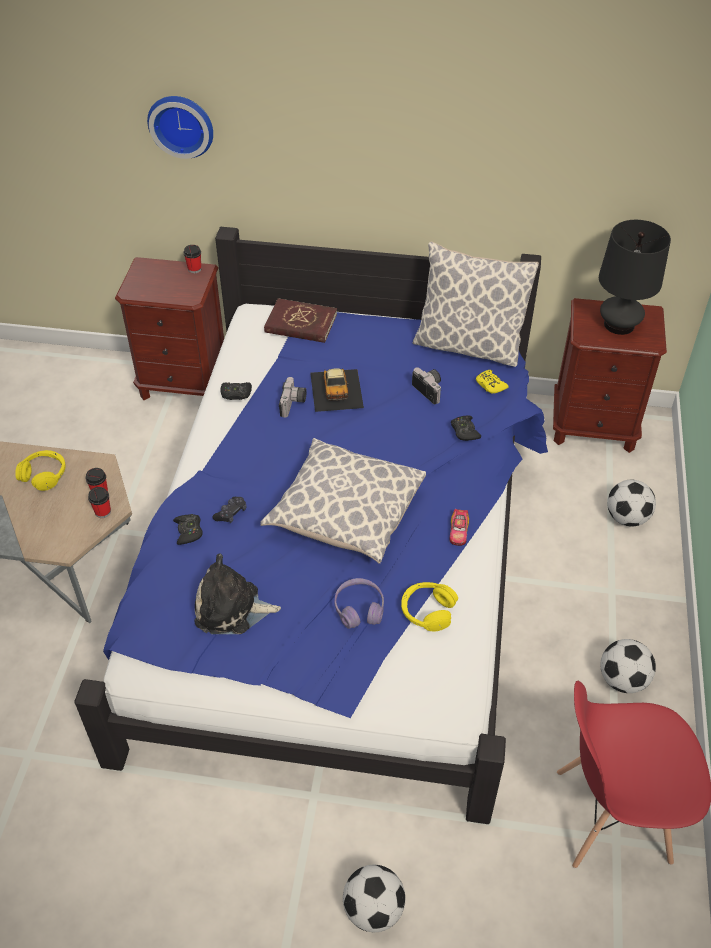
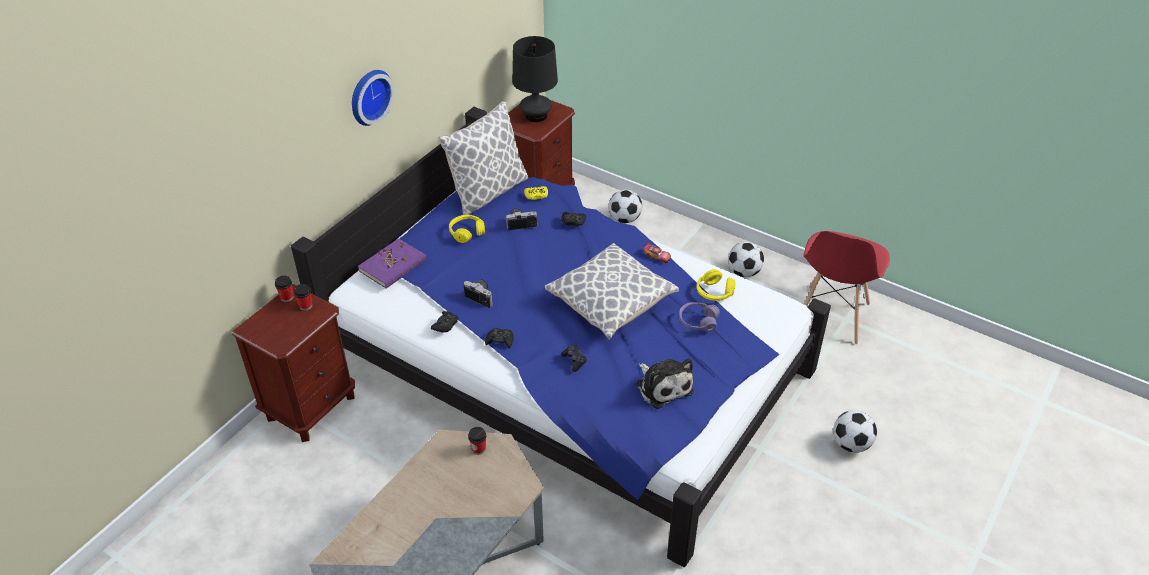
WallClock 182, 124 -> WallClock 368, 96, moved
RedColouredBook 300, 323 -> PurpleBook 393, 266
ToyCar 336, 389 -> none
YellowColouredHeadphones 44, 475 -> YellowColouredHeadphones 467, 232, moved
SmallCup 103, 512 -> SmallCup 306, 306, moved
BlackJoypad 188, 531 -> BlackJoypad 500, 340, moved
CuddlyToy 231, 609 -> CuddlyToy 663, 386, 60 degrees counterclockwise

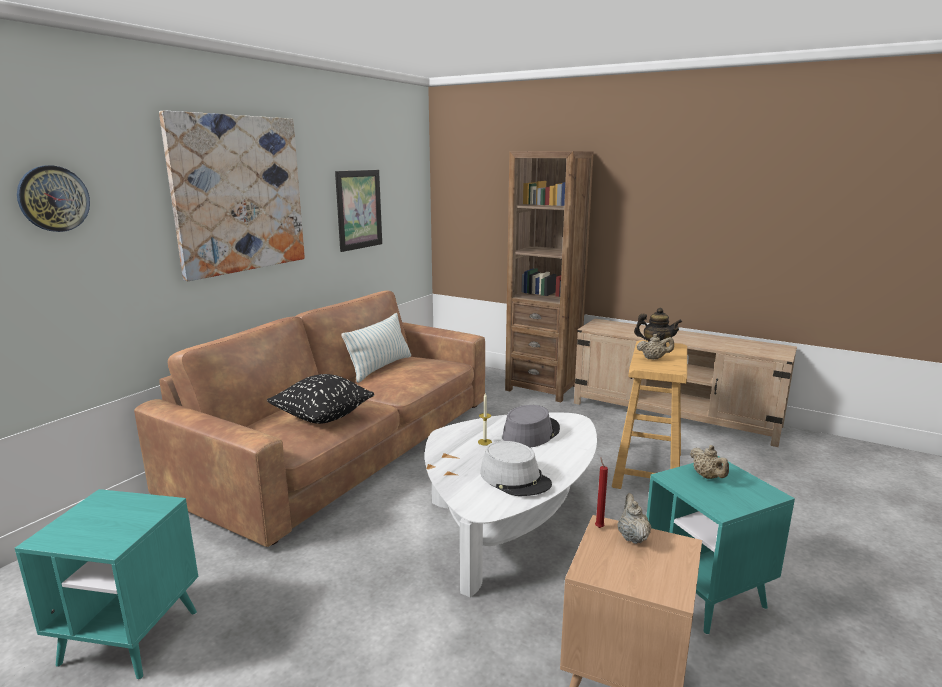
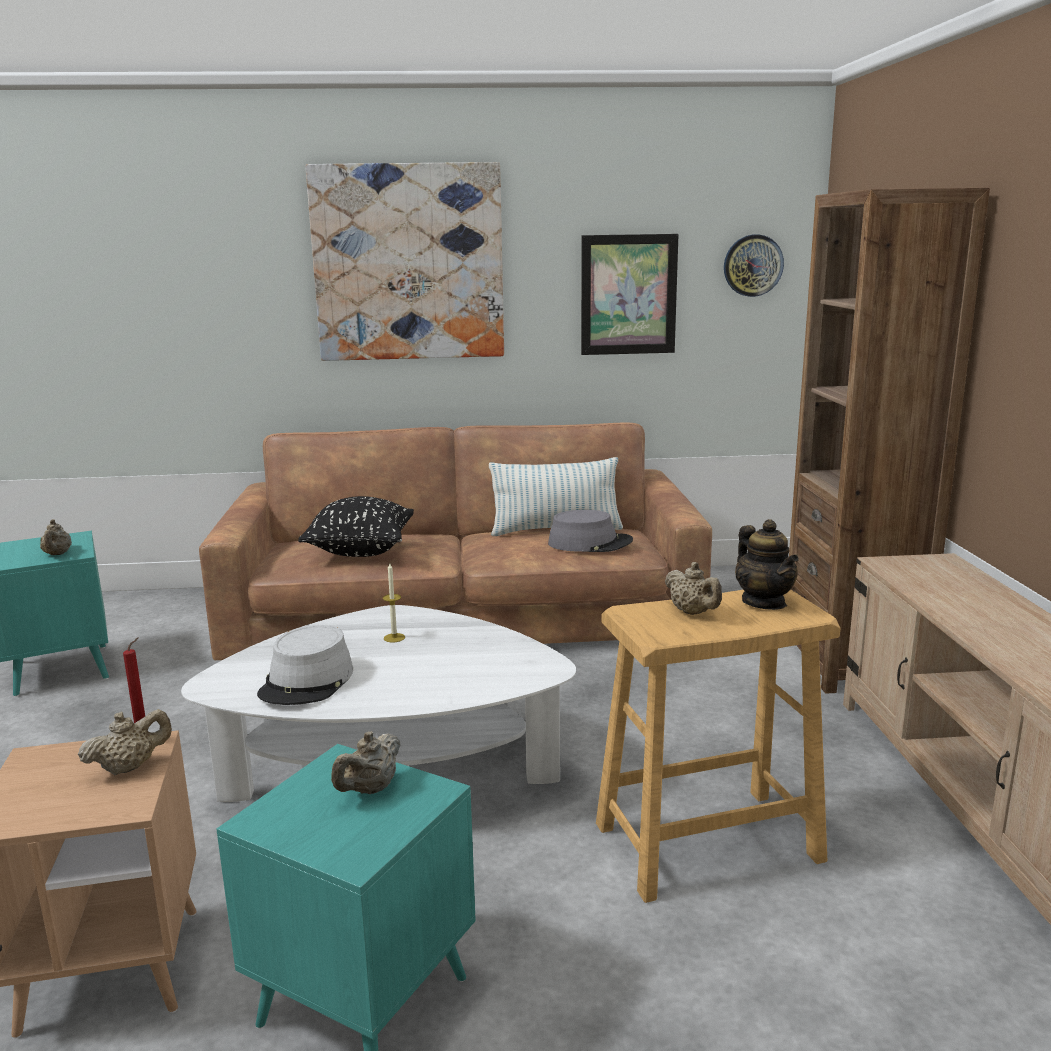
WallClock 53, 198 -> WallClock 753, 265, moved
GrayClothingHat 530, 433 -> GrayClothingHat 590, 543, moved
none -> BeigeColouredTeapot 57, 554

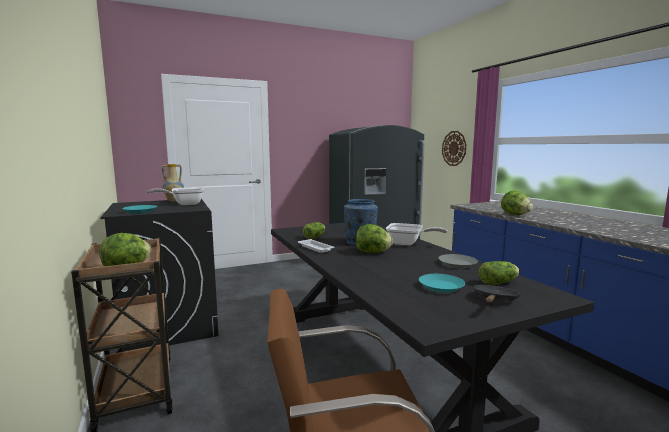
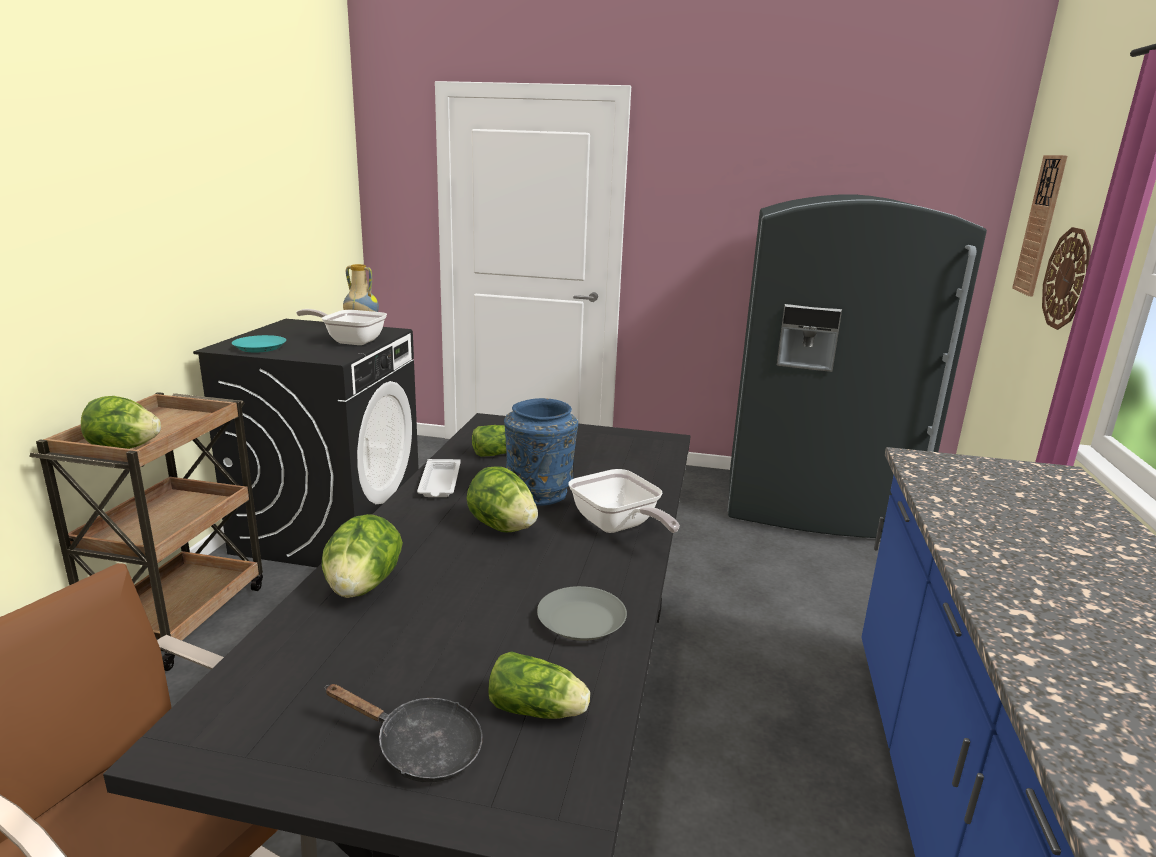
Lettuce 515, 214 -> Lettuce 363, 587, moved
TurquoiseColouredFlatDish 441, 287 -> none
BlackPan 495, 300 -> BlackPan 420, 748, 45 degrees clockwise
none -> WallClock 1040, 226

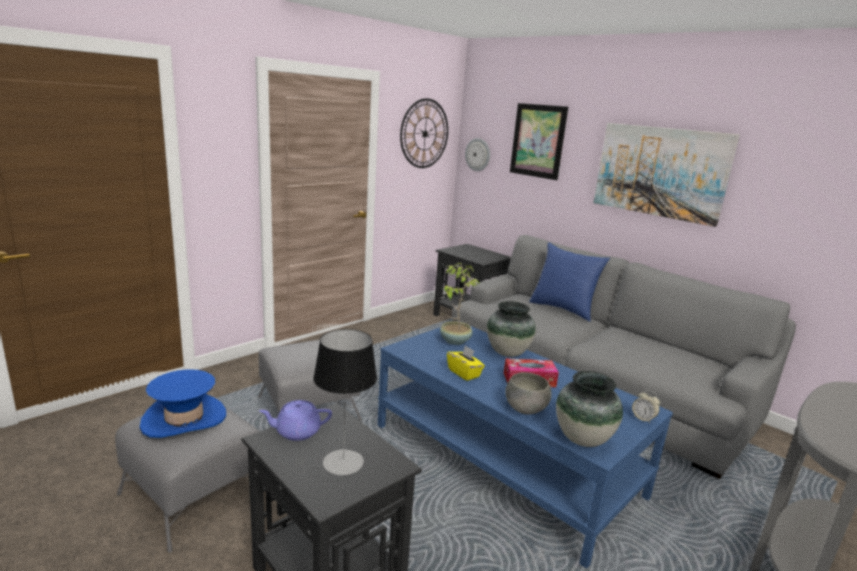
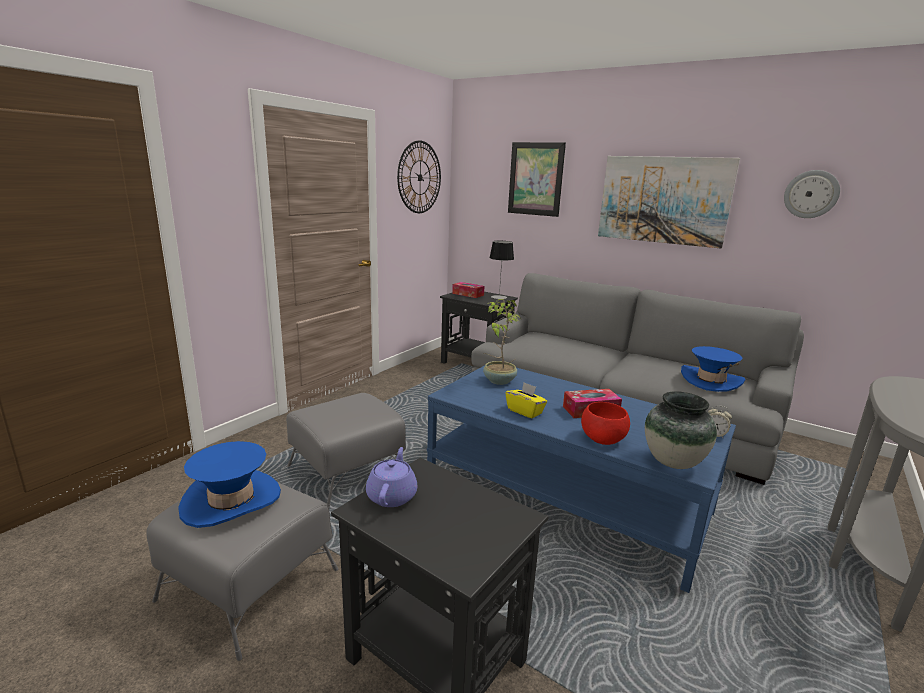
WallClock 478, 154 -> WallClock 811, 194, moved
BluishCushion 563, 309 -> none
DecorativeVase 508, 353 -> none
TableLamp 343, 462 -> TableLamp 499, 297, moved
GrayDeepDish 525, 407 -> RedColouredDeepDish 602, 438
PurpleTeapot 297, 432 -> PurpleTeapot 392, 495, 120 degrees clockwise
none -> BoxOfTissues 468, 294
none -> BluishClothingHat 710, 380

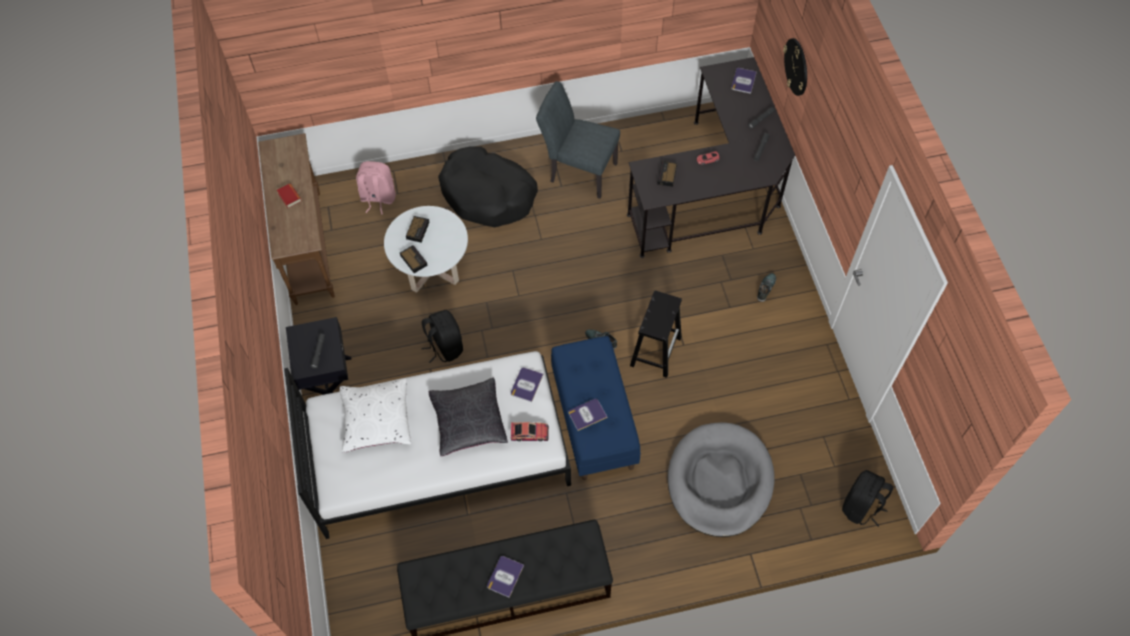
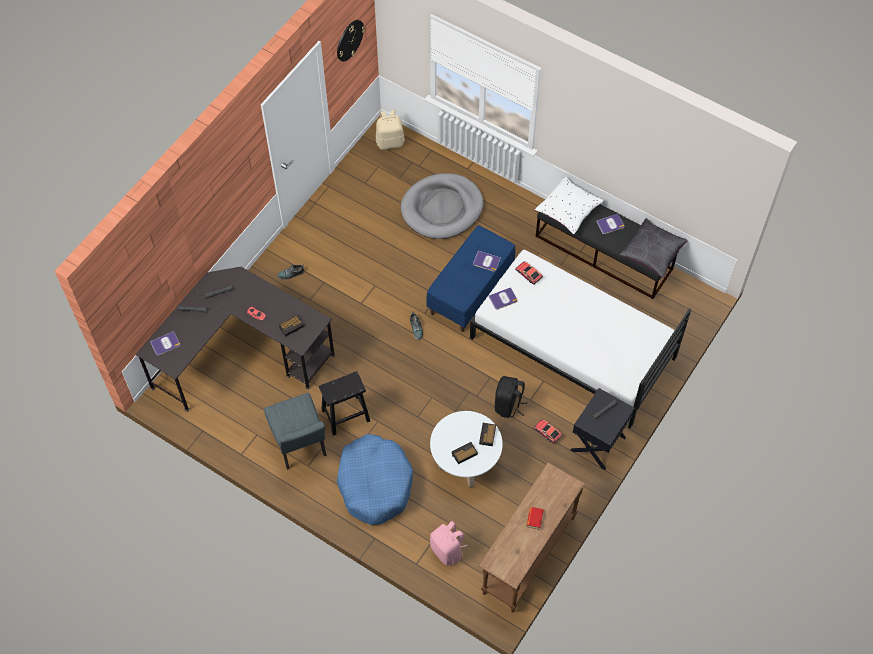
WallClock 796, 66 -> WallClock 349, 40, moved
BlackDogCushion 488, 195 -> BluishDogCushion 375, 483
BlackStool 655, 350 -> BlackStool 345, 415, moved
WhiteColouredCushion 377, 420 -> WhiteColouredCushion 568, 210, moved
BlackCushion 469, 421 -> BlackCushion 652, 252, moved
BlackKnapsack 861, 507 -> BeigeColouredKnapsack 390, 142
none -> ToyCar 547, 432

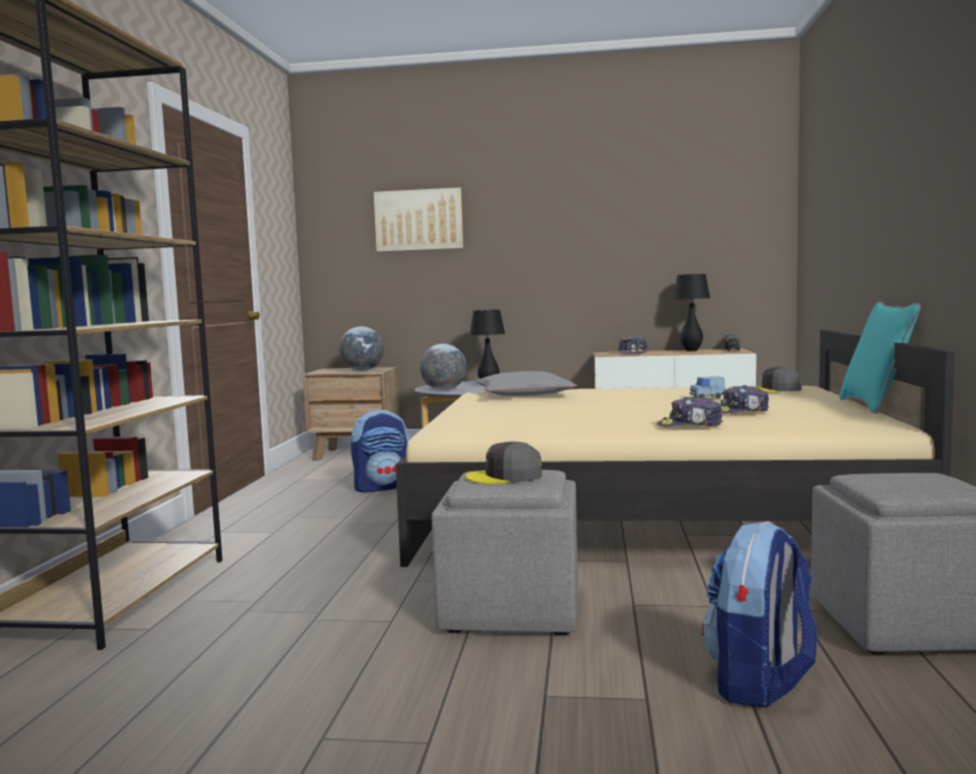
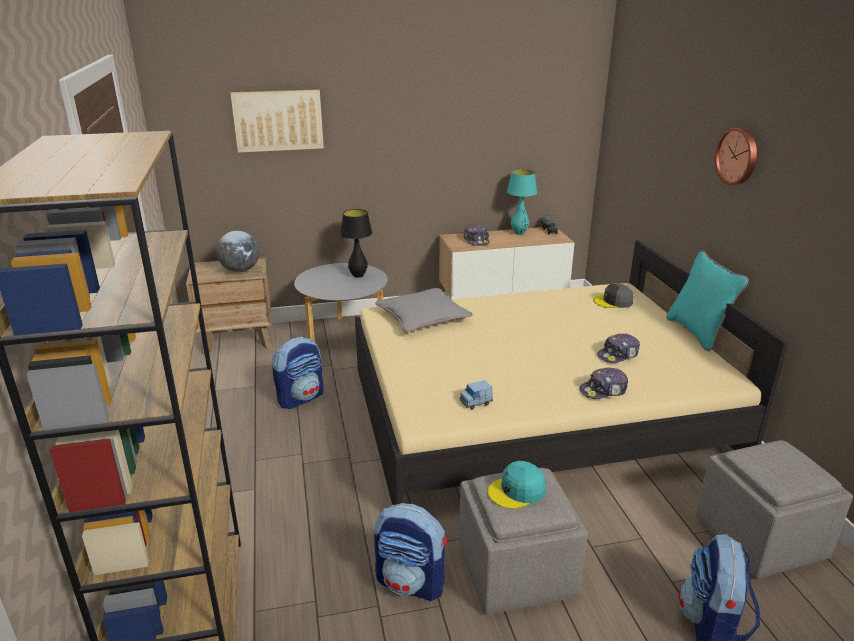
BlackTableLamp 691, 350 -> TurquoiseColouredTableLamp 519, 233
Globe 444, 390 -> none
BluishToyCar 707, 397 -> BluishToyCar 476, 402, moved
GrayBaseballCap 505, 476 -> TurquoiseColouredBaseballCap 517, 491
none -> WallClock 738, 156
none -> Knapsack 411, 582

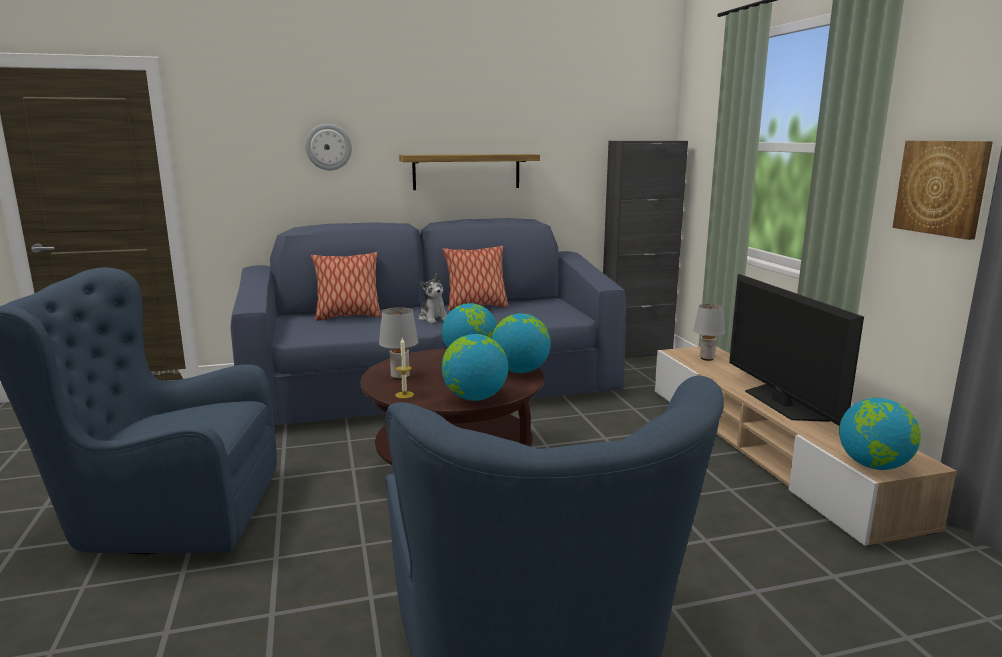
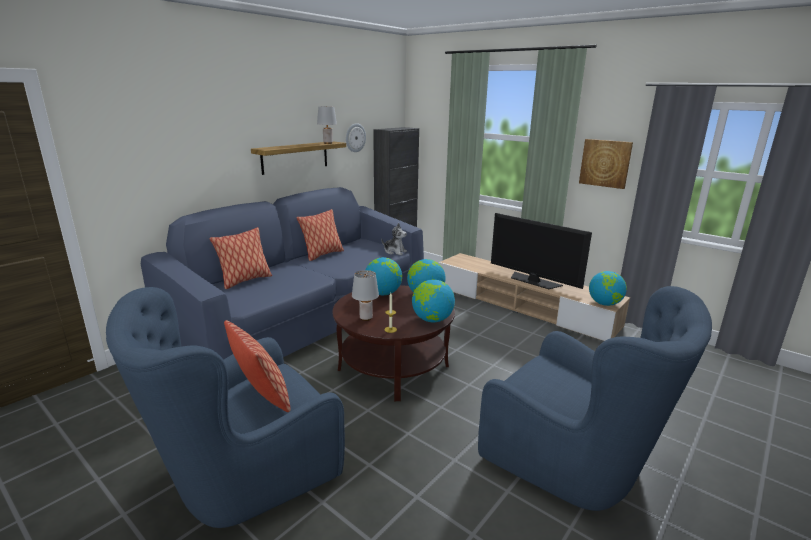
WallClock 328, 147 -> WallClock 355, 137, moved
CuddlyToy 433, 319 -> CuddlyToy 394, 252, moved
GrayTableLamp 707, 358 -> GrayTableLamp 328, 143, moved
none -> Cushion 262, 397

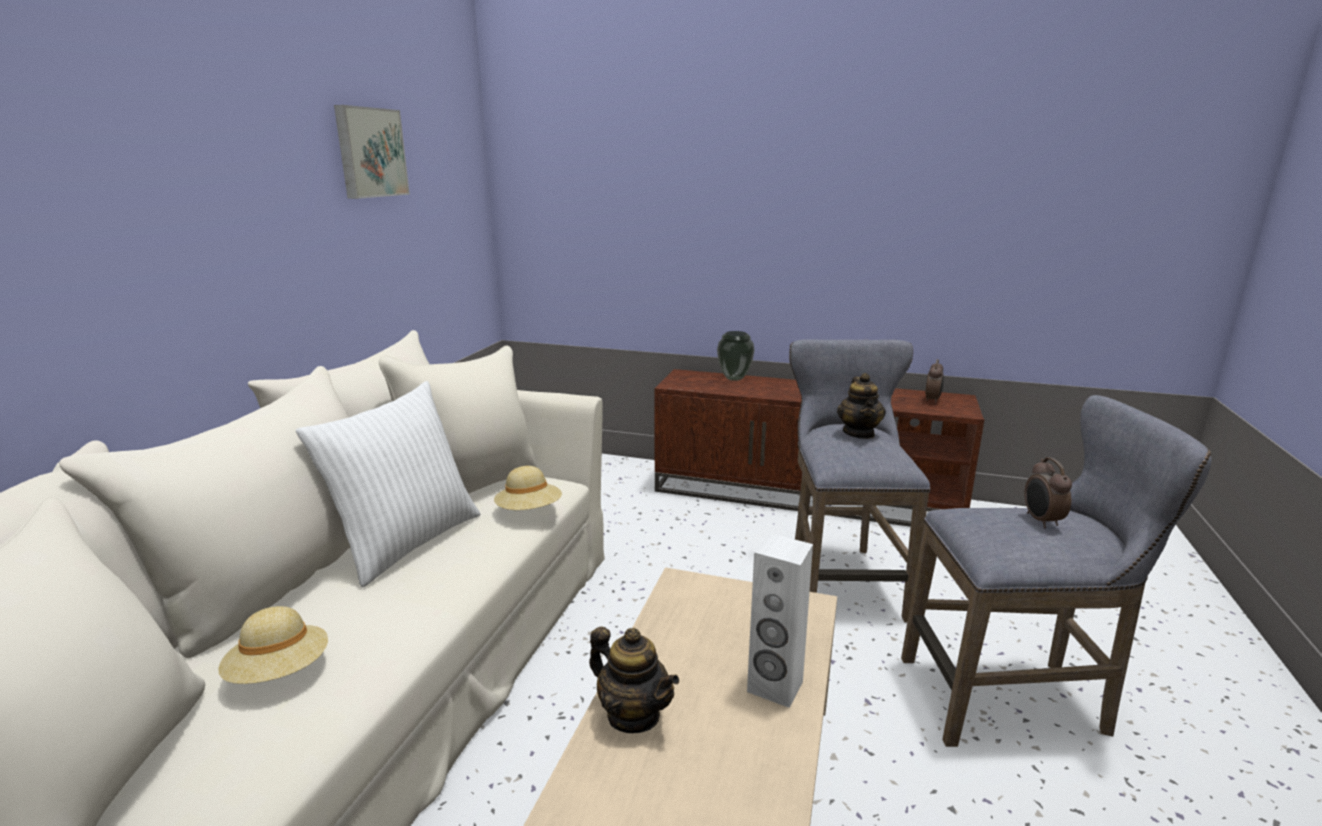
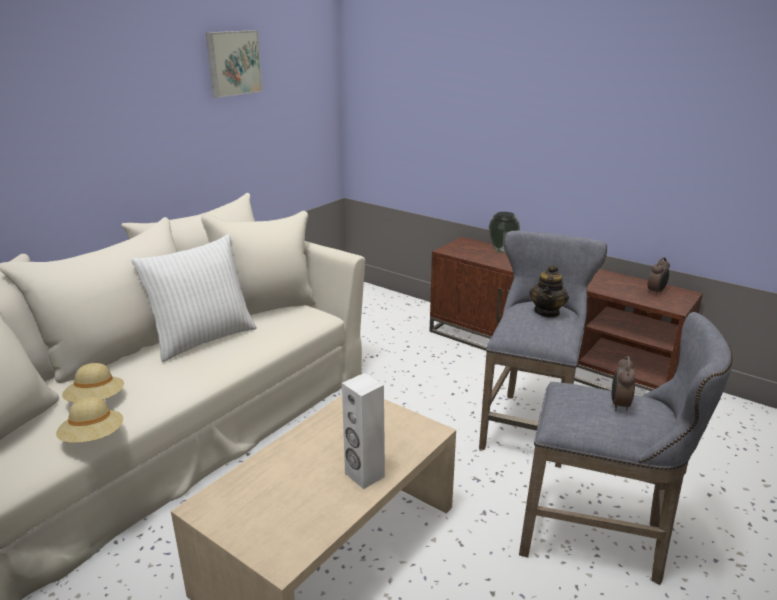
BeigeColouredClothingHat 529, 511 -> BeigeColouredClothingHat 93, 438, moved
Teapot 633, 715 -> none

